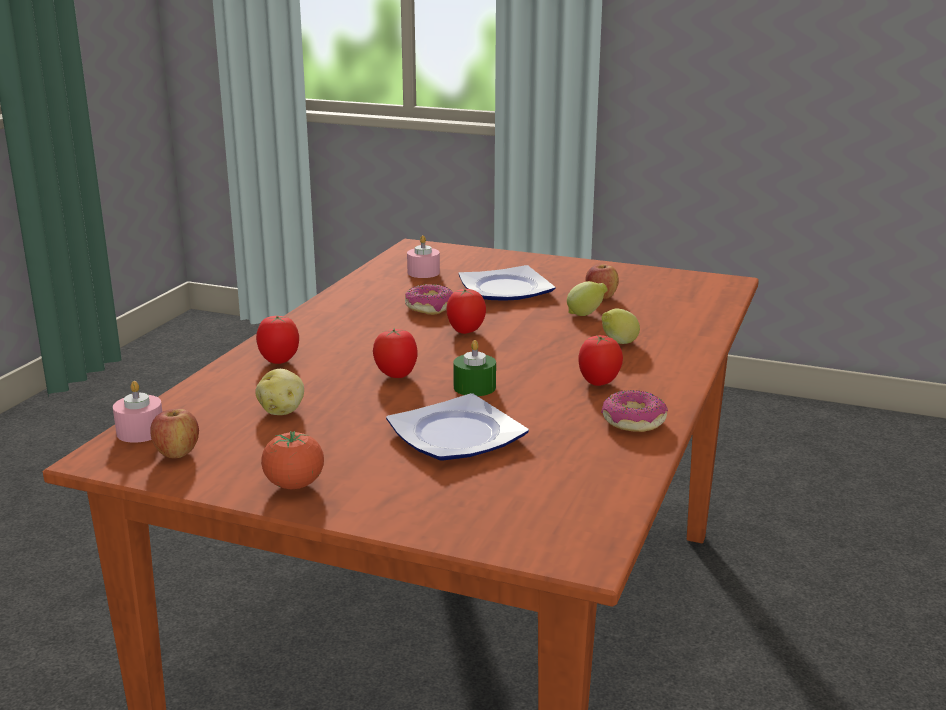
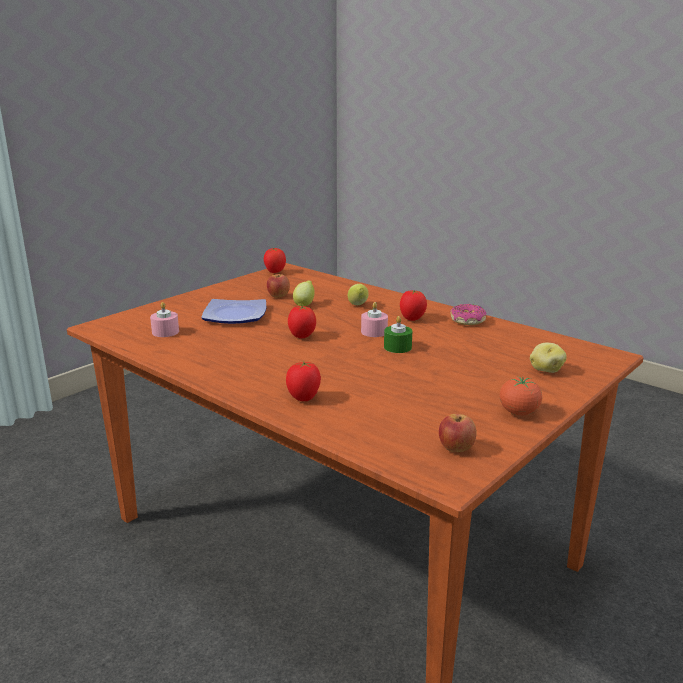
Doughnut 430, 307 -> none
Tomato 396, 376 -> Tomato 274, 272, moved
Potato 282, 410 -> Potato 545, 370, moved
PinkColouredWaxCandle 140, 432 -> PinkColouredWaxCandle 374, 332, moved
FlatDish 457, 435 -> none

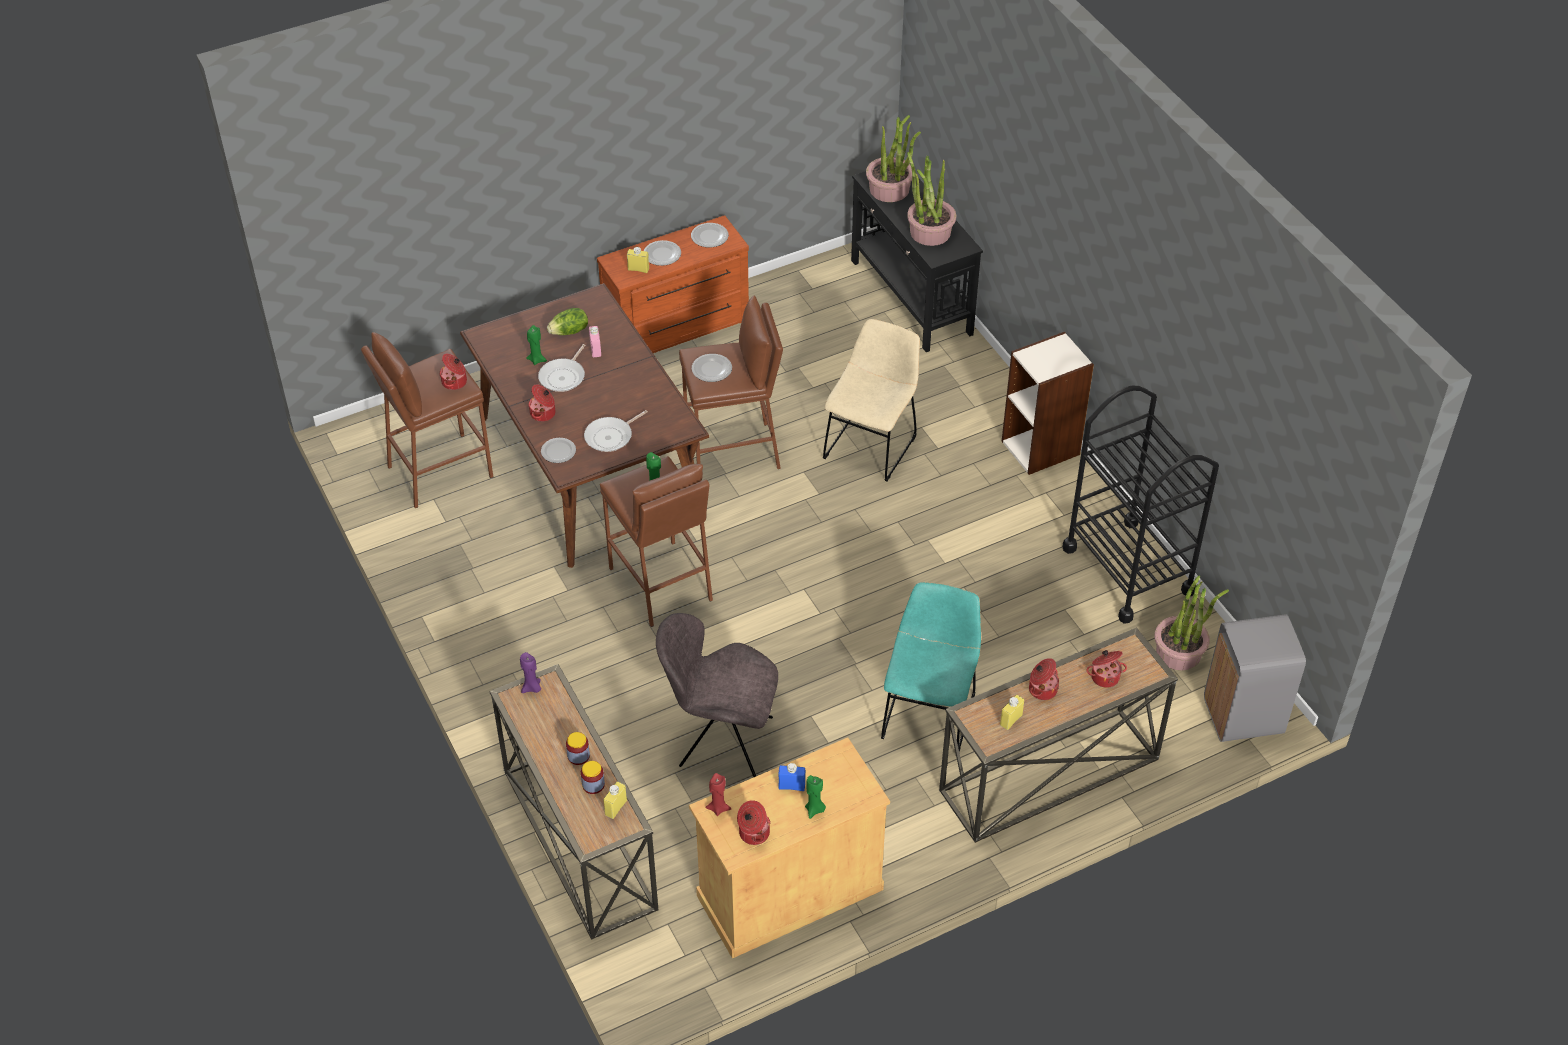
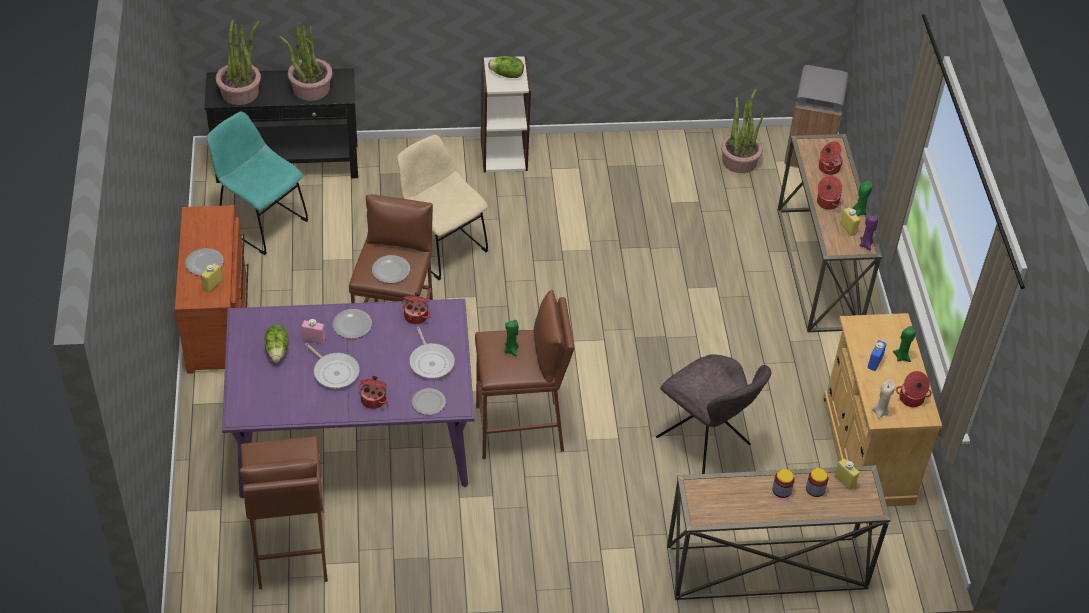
FlatDish 710, 236 -> FlatDish 352, 324, moved
BrownColouredKitchenTable 591, 467 -> PurpleKitchenTable 354, 435
GreenishWaxCandle 537, 360 -> GreenishWaxCandle 859, 212, moved
CookingPot 455, 382 -> CookingPot 416, 315, moved
BlackTrolley 1128, 570 -> none
TurquoiseColouredPlainChair 929, 712 -> TurquoiseColouredPlainChair 260, 221, moved
GrayPlainChair 722, 741 -> GrayPlainChair 705, 443, 75 degrees counterclockwise
PurpleWaxCandle 532, 688 -> PurpleWaxCandle 866, 244, moved
RedColouredWaxCandle 718, 808 -> BeigeColouredWaxCandle 880, 412
none -> Lettuce 507, 75

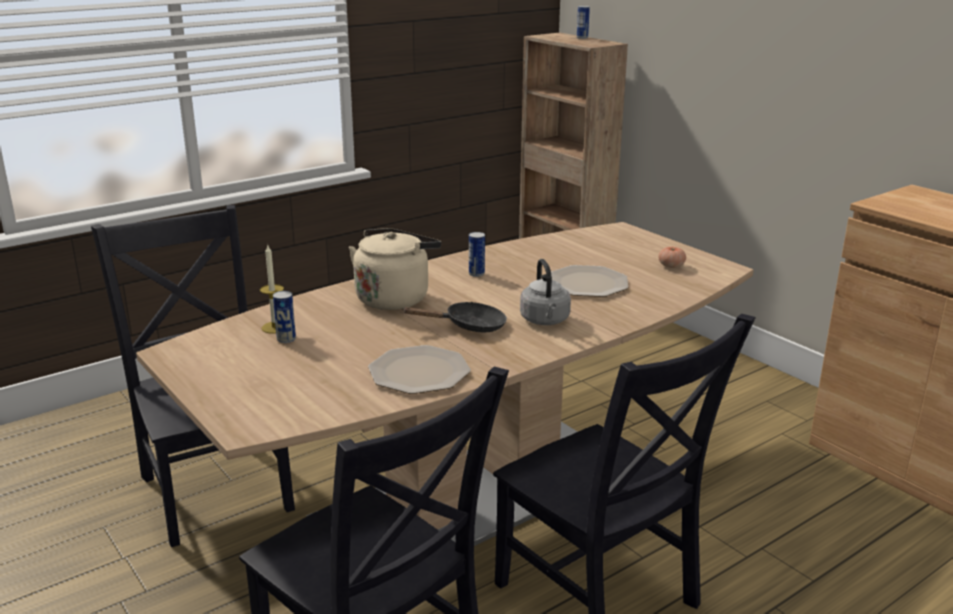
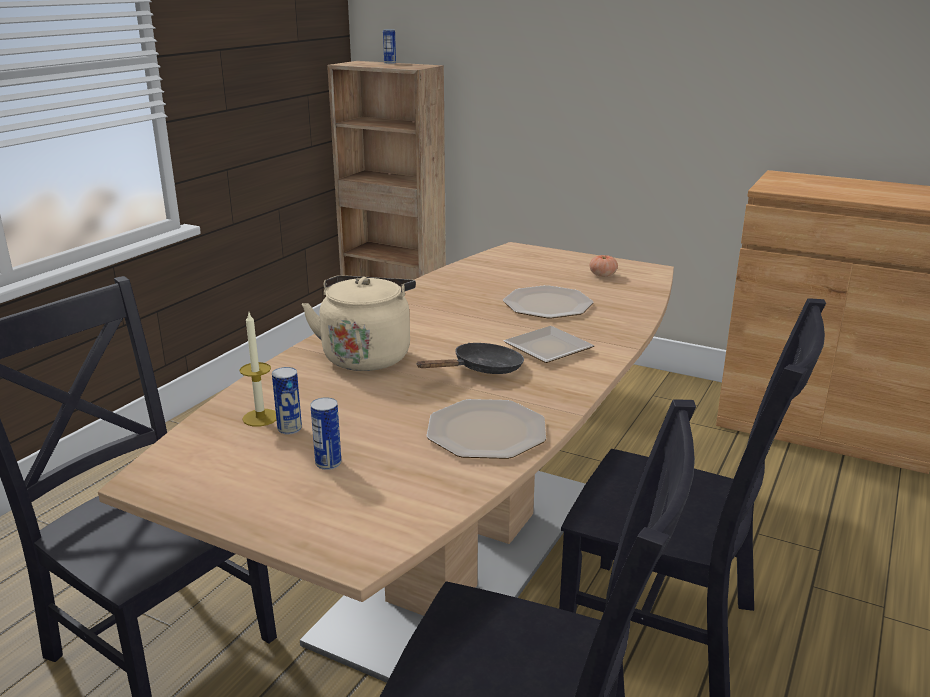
Can 476, 274 -> Can 328, 463, moved
GrayWaterKettle 545, 321 -> FlatDish 551, 349

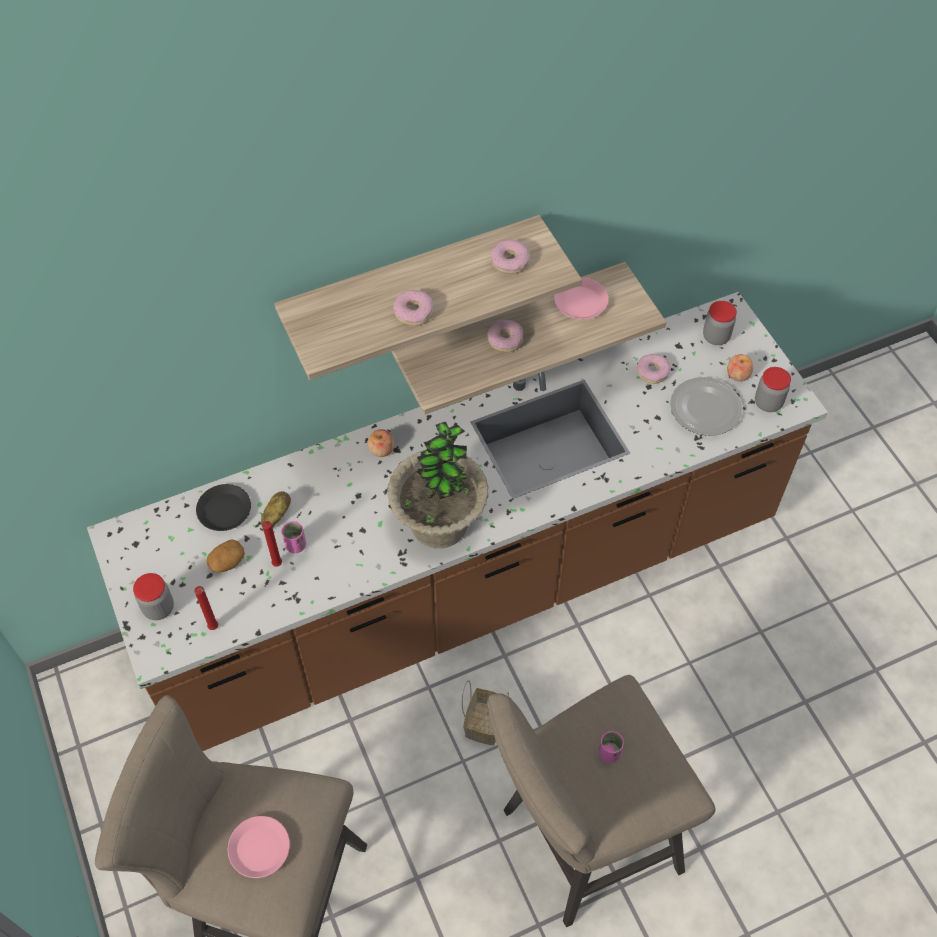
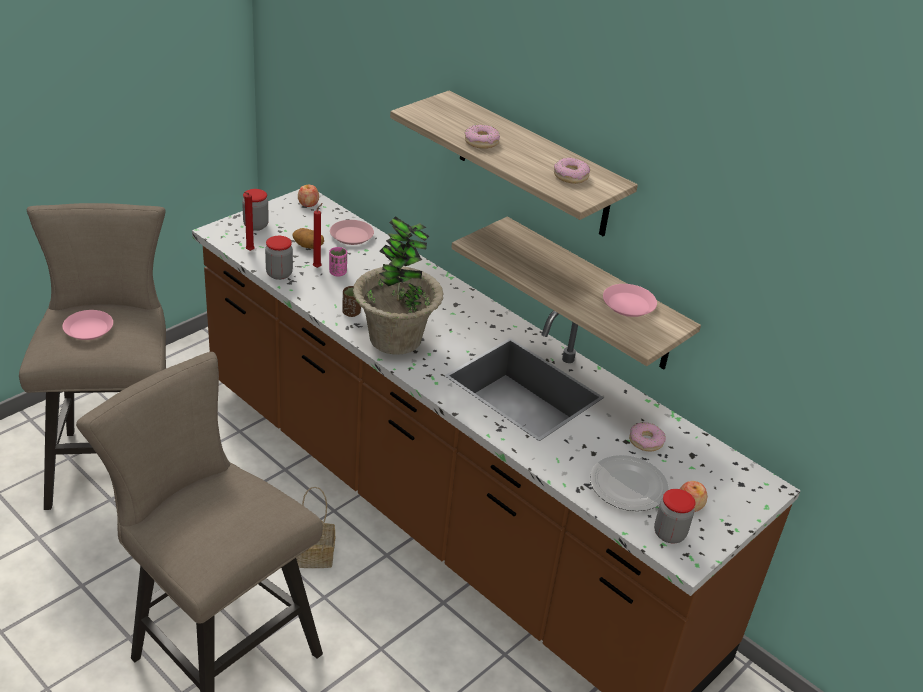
Jar 716, 337 -> Jar 279, 274, moved
Doughnut 505, 339 -> none
Apple 381, 449 -> Apple 308, 203, moved
BlackFlatDish 224, 511 -> PinkColouredFlatDish 351, 236
Potato 276, 516 -> none
PinkColouredSmallCup 609, 753 -> none
none -> BrownColouredSmallCup 351, 313

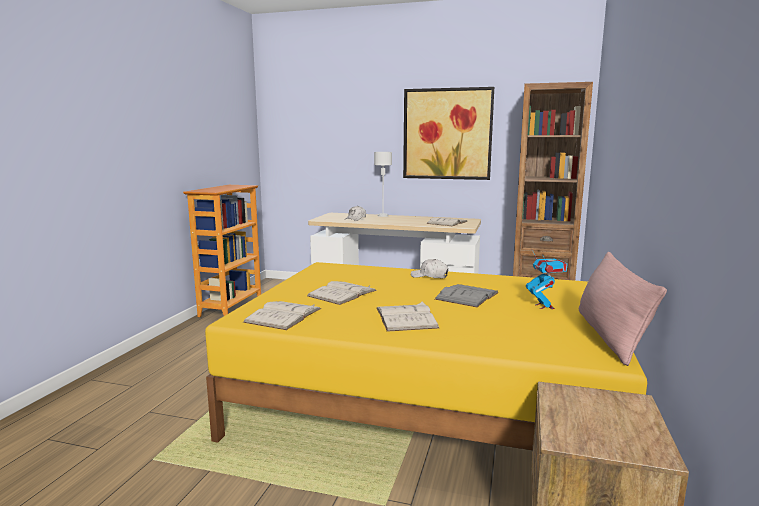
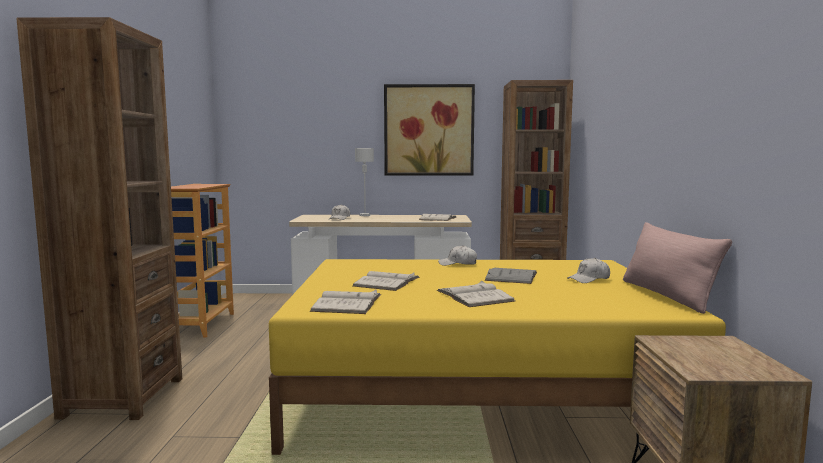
ModelRobot 544, 306 -> WhiteColouredBaseballCap 589, 279
none -> BrownColouredShelvingUnit 123, 397

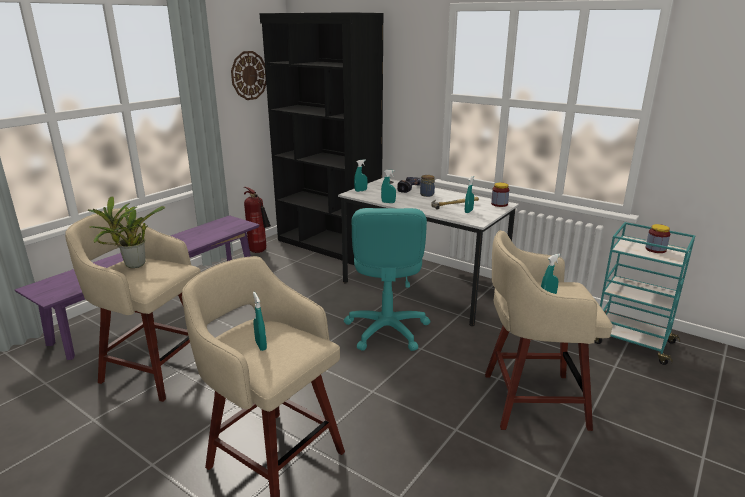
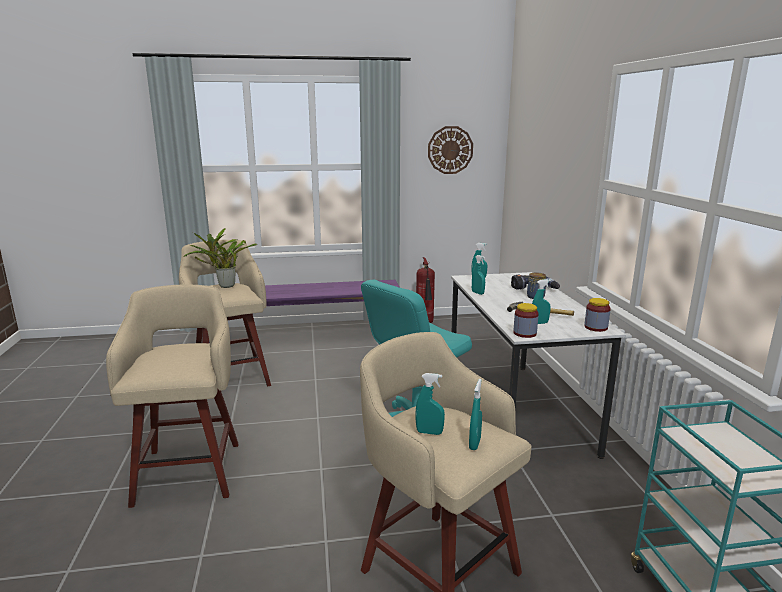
BlackShelvingUnit 328, 245 -> none
Jar 655, 249 -> Jar 524, 333, moved
TurquoiseColouredSprayBottle 261, 345 -> TurquoiseColouredSprayBottle 474, 444, moved

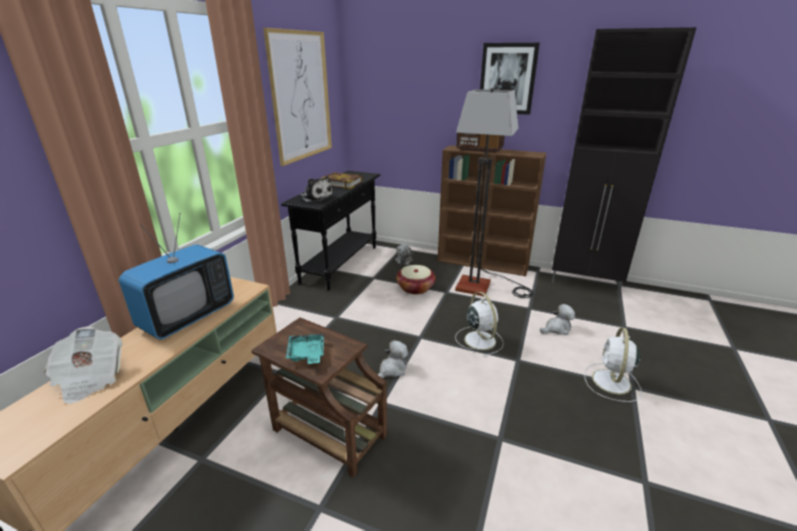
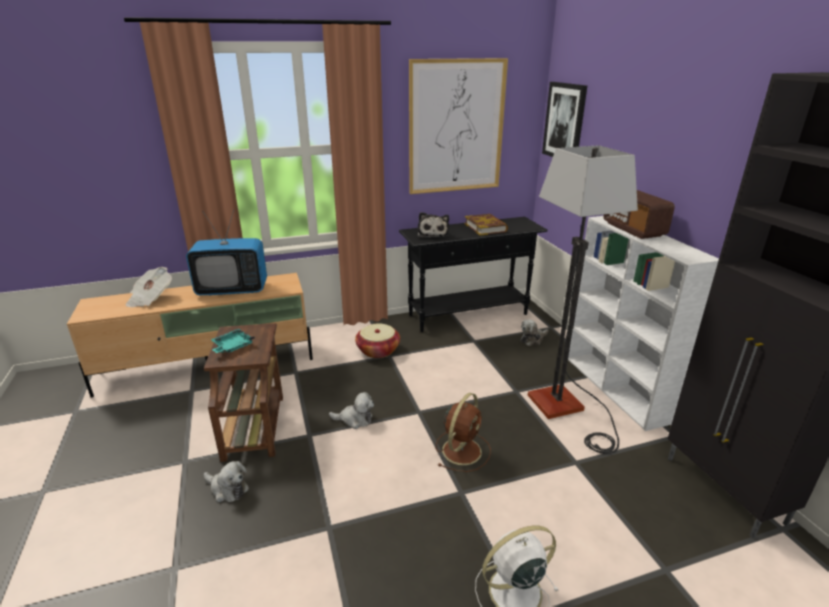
WallArt 507, 79 -> WallArt 564, 122, moved
BrownColouredShelvingUnit 483, 263 -> WhiteColouredShelvingUnit 616, 388
Basket 415, 288 -> Basket 378, 350, moved
WhiteColouredFan 479, 339 -> BrownColouredFan 462, 450
CuddlyToy 557, 328 -> CuddlyToy 227, 489, moved

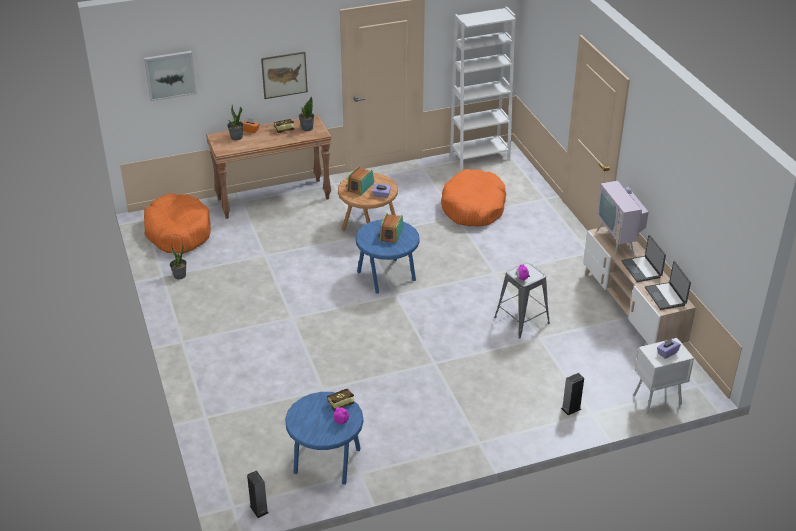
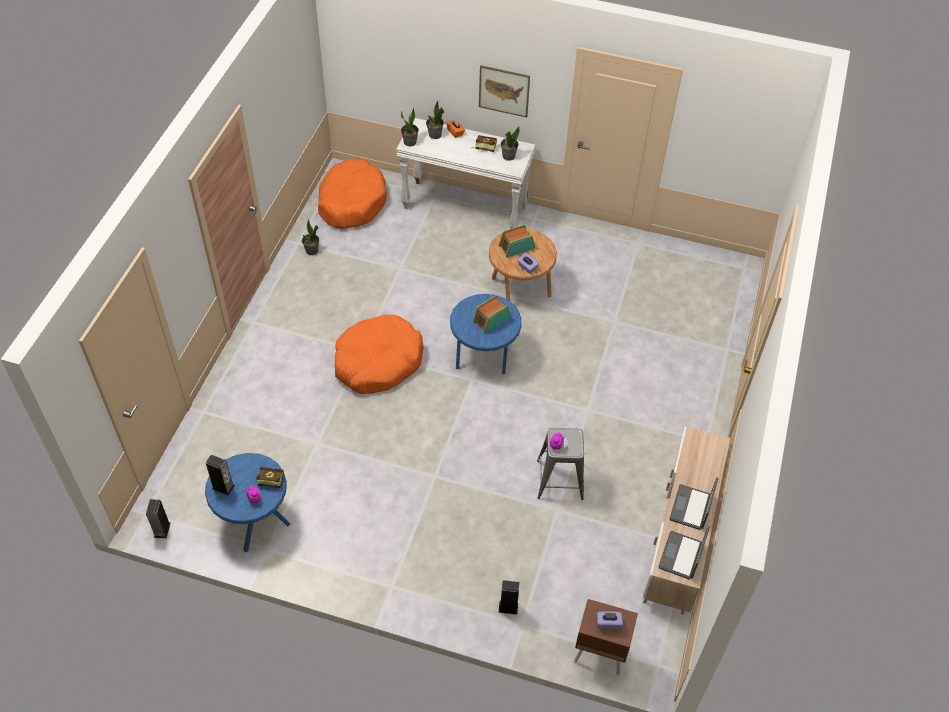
WhiteColouredShelvingUnit 480, 157 -> none
WallArt 170, 75 -> none
BrownColouredHallTable 273, 198 -> WhiteColouredHallTable 465, 207
Tv 618, 241 -> none
OrangeColouredDogCushion 473, 207 -> OrangeColouredDogCushion 378, 362, moved
WhiteColouredNightstand 655, 400 -> BrownColouredNightstand 599, 652
none -> Houseplant 410, 142
none -> Loudspeaker 223, 487

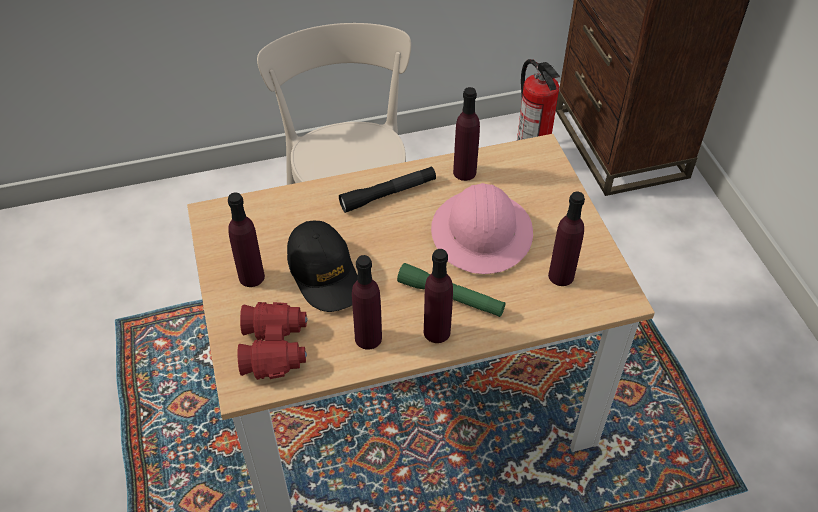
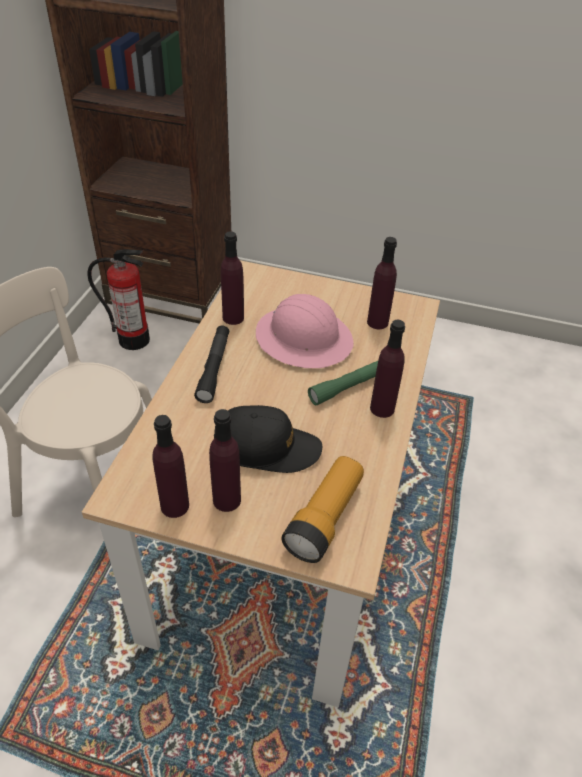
PurpleDrinkBottle 368, 338 -> PurpleDrinkBottle 175, 505, moved
RedColouredPairOfBinoculars 275, 347 -> Flashlight 325, 518

